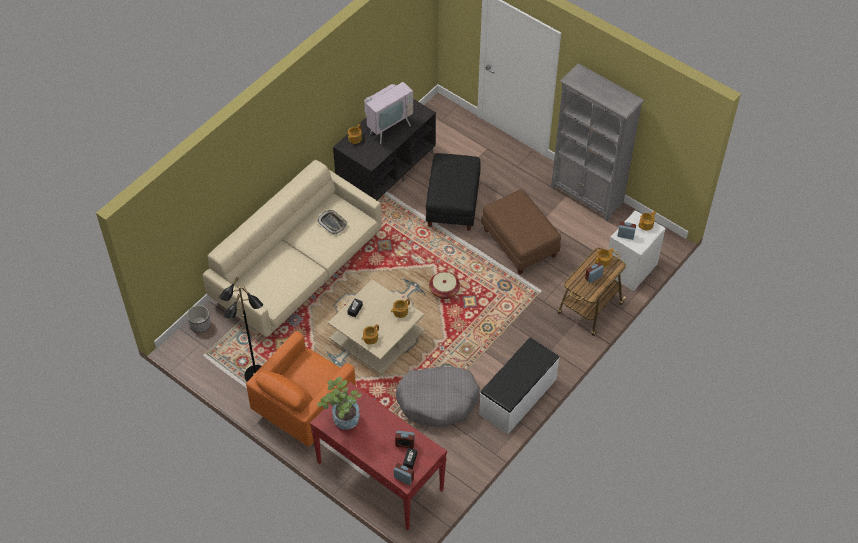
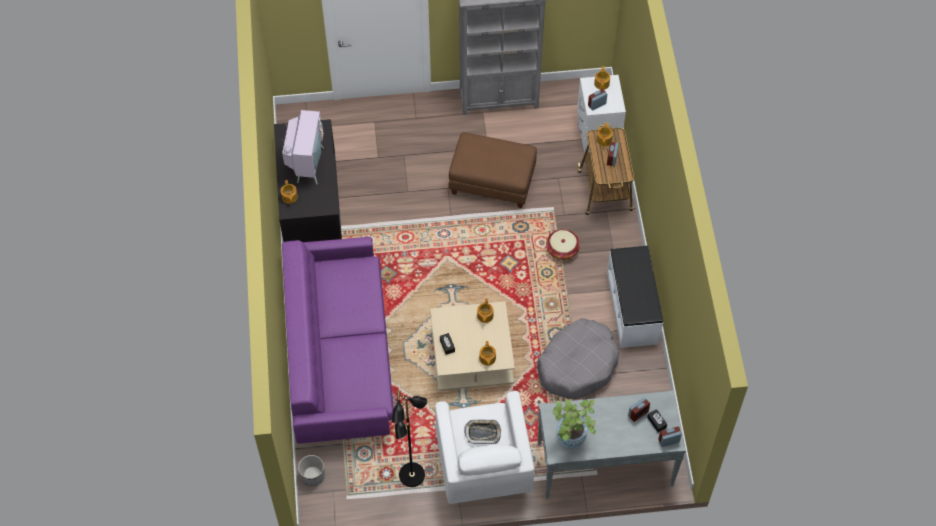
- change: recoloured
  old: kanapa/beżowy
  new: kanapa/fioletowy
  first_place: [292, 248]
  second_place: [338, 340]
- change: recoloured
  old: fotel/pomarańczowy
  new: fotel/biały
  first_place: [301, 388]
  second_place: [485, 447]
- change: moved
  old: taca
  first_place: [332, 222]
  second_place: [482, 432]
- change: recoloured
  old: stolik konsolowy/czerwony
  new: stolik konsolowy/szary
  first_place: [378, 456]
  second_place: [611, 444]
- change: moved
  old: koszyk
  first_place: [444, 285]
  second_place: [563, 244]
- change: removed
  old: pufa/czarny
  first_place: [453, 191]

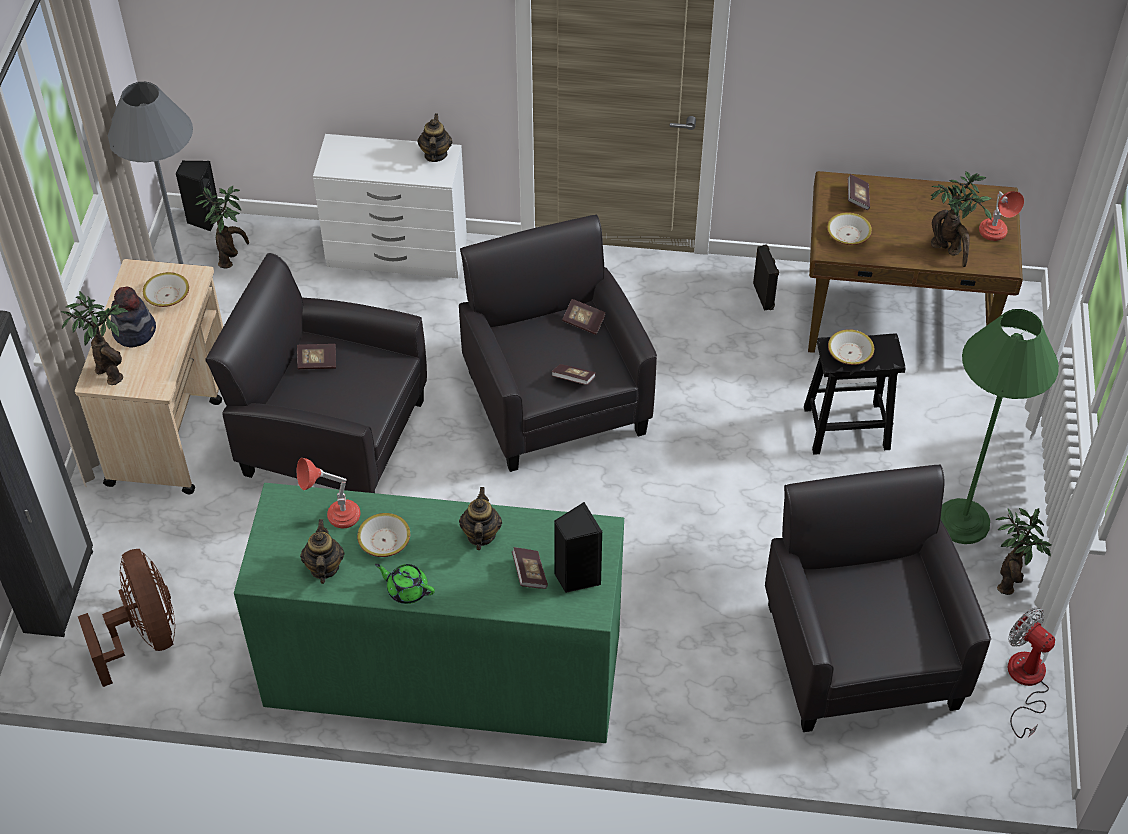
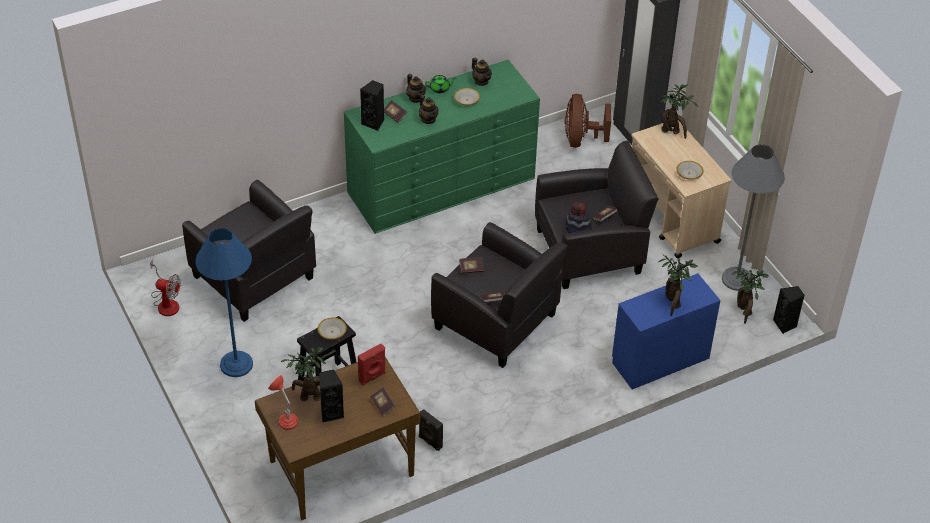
- change: recoloured
  old: lampa stojąca/zielony
  new: lampa stojąca/niebieski
  first_place: [1000, 426]
  second_place: [224, 302]
- change: added
  new: głośnik/czarny
  second_place: [331, 396]
- change: replaced
  old: miska
  new: głośnik/czerwony
  first_place: [849, 228]
  second_place: [372, 364]
- change: moved
  old: imbryk
  first_place: [434, 137]
  second_place: [416, 88]
- change: turned
  old: wentylator/brązowy
  first_place: [126, 618]
  second_place: [588, 121]
  degrees: 60
- change: moved
  old: kapelusz
  first_place: [133, 317]
  second_place: [578, 217]
- change: recoloured
  old: komoda/biały
  new: komoda/niebieski
  first_place: [390, 206]
  second_place: [666, 331]
- change: moved
  old: roślina doniczkowa
  first_place: [1023, 551]
  second_place: [678, 285]
- change: removed
  old: lampa stołowa/czerwony
  first_place: [329, 493]

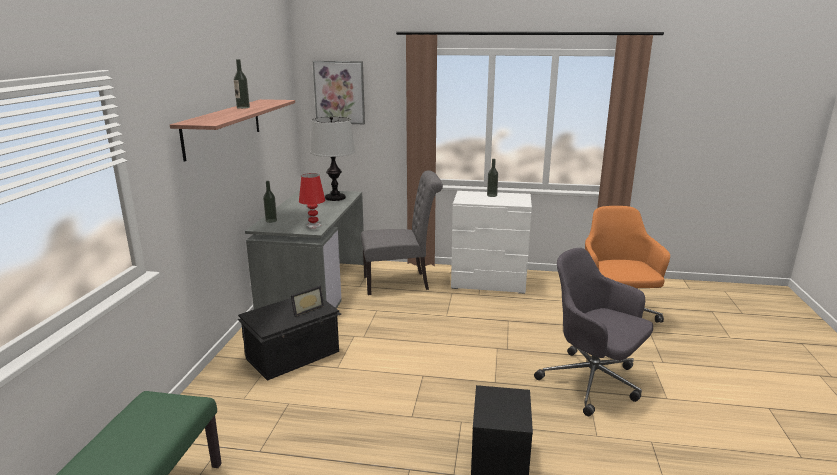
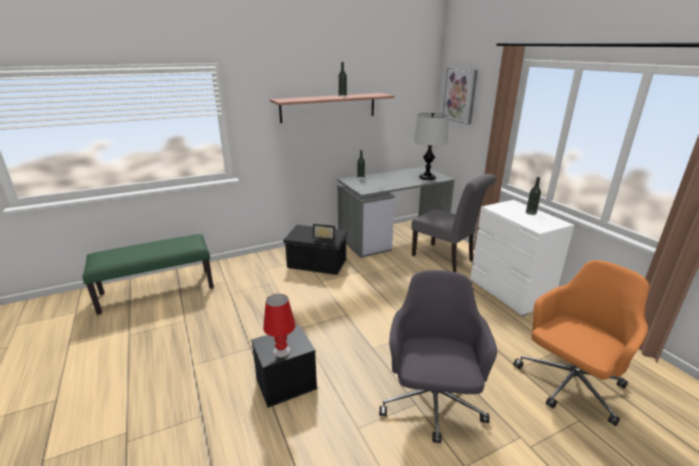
- change: moved
  old: lampa stołowa/czerwony
  first_place: [312, 200]
  second_place: [279, 326]

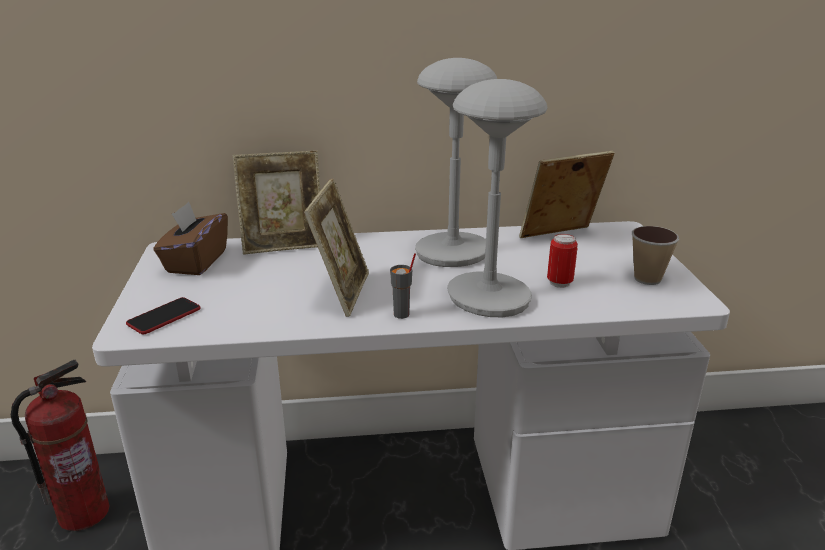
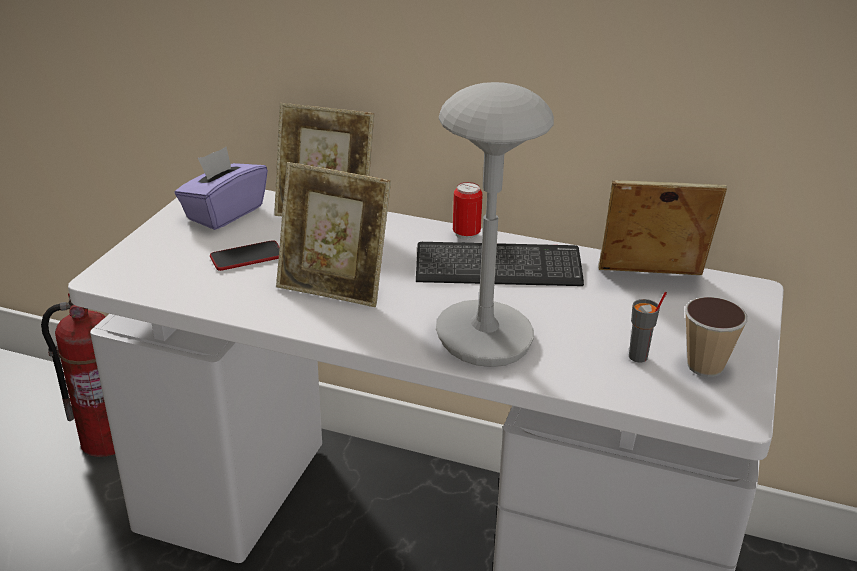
- change: recoloured
  old: pudełko chusteczek/brązowy
  new: pudełko chusteczek/fioletowy
  first_place: [190, 238]
  second_place: [221, 188]
- change: moved
  old: telefon
  first_place: [163, 315]
  second_place: [245, 255]
- change: turned
  old: ramka na zdjęcie
  first_place: [336, 247]
  second_place: [333, 234]
  degrees: 75
- change: replaced
  old: lampa stołowa/szary
  new: klawiatura
  first_place: [456, 162]
  second_place: [500, 264]
- change: moved
  old: puszka
  first_place: [562, 261]
  second_place: [467, 211]
- change: moved
  old: filiżanka/szary
  first_place: [403, 286]
  second_place: [648, 327]

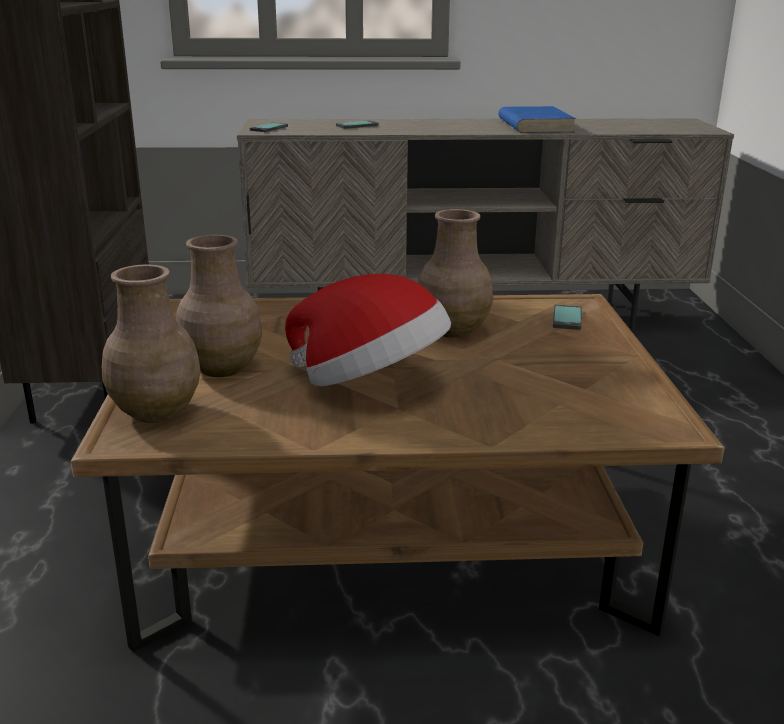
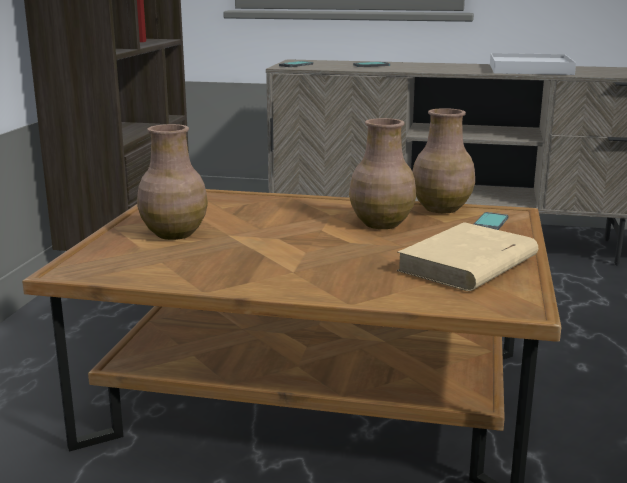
- change: added
  new: książka/beżowy
  second_place: [467, 256]
- change: moved
  old: wazon/brązowy
  first_place: [151, 344]
  second_place: [443, 160]
- change: replaced
  old: książka/niebieski
  new: taca/biały
  first_place: [537, 119]
  second_place: [533, 64]
- change: removed
  old: kapelusz
  first_place: [368, 330]

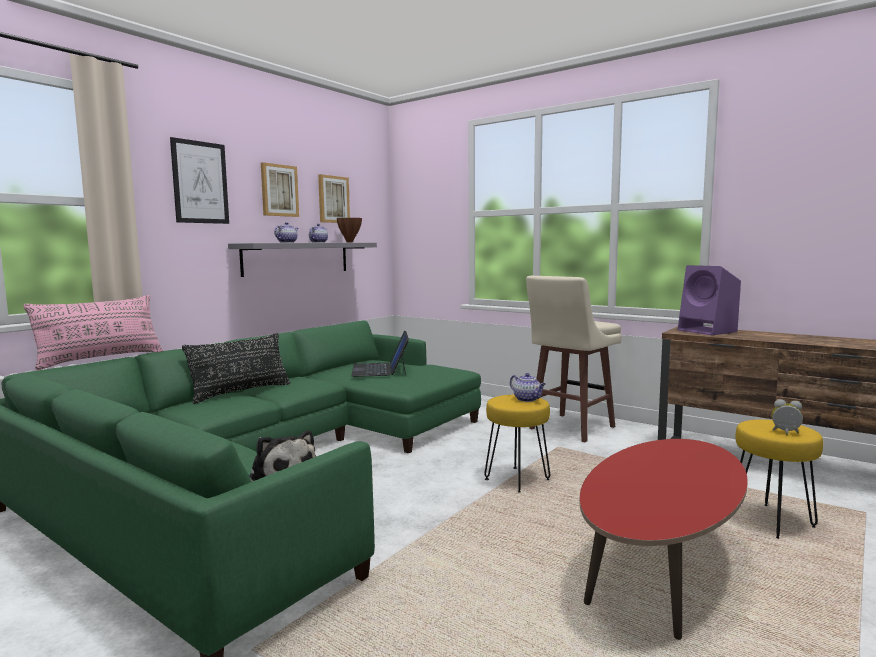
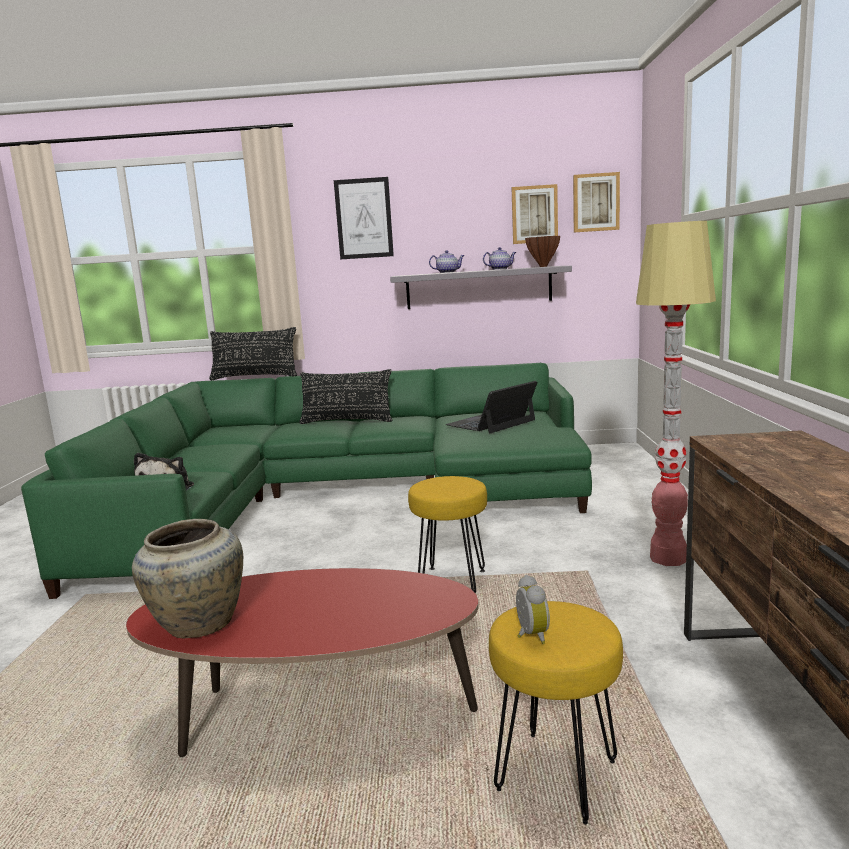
- change: added
  new: wazon/beżowy
  second_place: [187, 579]
- change: recoloured
  old: poduszka/różowy
  new: poduszka/czarny
  first_place: [93, 332]
  second_place: [253, 353]
- change: moved
  old: obraz
  first_place: [280, 189]
  second_place: [596, 202]
- change: replaced
  old: stołek/beżowy
  new: lampa stojąca
  first_place: [574, 359]
  second_place: [676, 393]
- change: removed
  old: imbryk
  first_place: [528, 387]
- change: removed
  old: głośnik/fioletowy
  first_place: [709, 300]

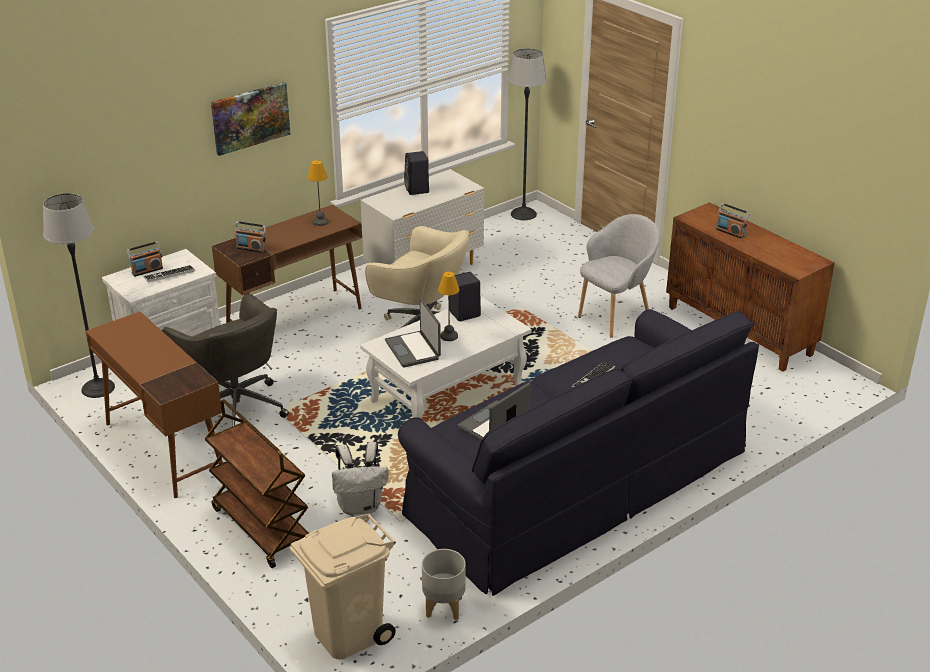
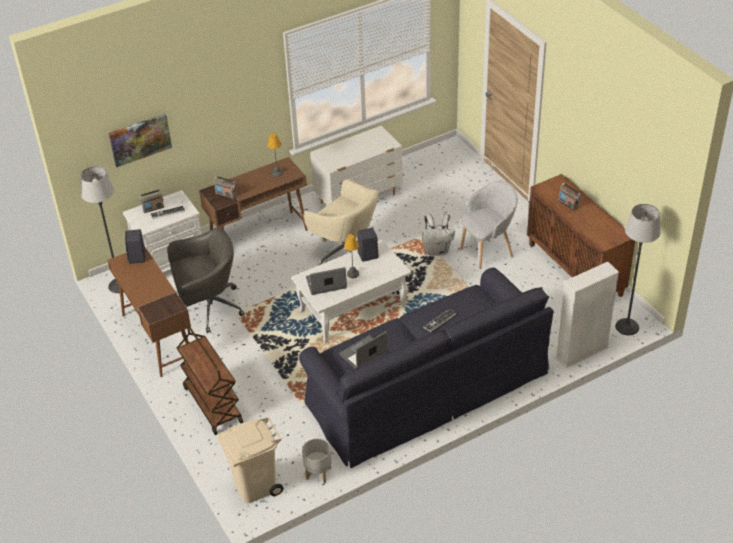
- change: moved
  old: obraz
  first_place: [250, 119]
  second_place: [140, 140]
- change: moved
  old: głośnik/czarny
  first_place: [416, 173]
  second_place: [135, 246]
- change: turned
  old: krzesło biurowe/szary
  first_place: [225, 360]
  second_place: [206, 280]
  degrees: -75
- change: turned
  old: laptop
  first_place: [413, 333]
  second_place: [326, 281]
  degrees: 90
- change: moved
  old: plecak/biały
  first_place: [360, 478]
  second_place: [438, 235]
- change: added
  new: regał/biały
  second_place: [587, 315]
- change: moved
  old: lampa stojąca
  first_place: [527, 134]
  second_place: [638, 269]

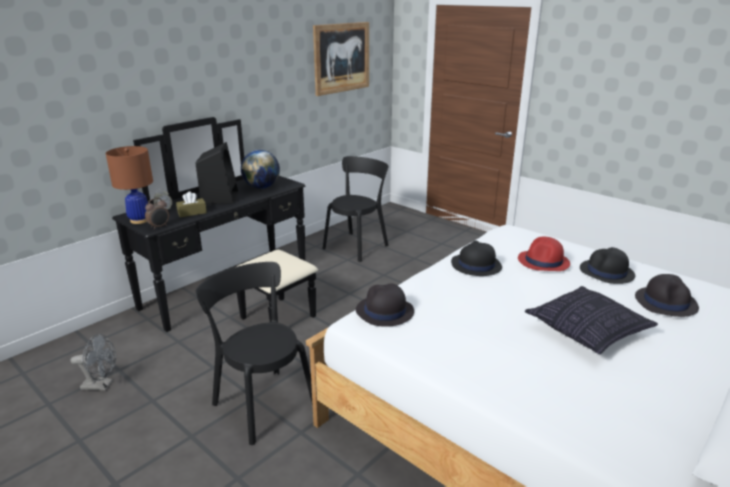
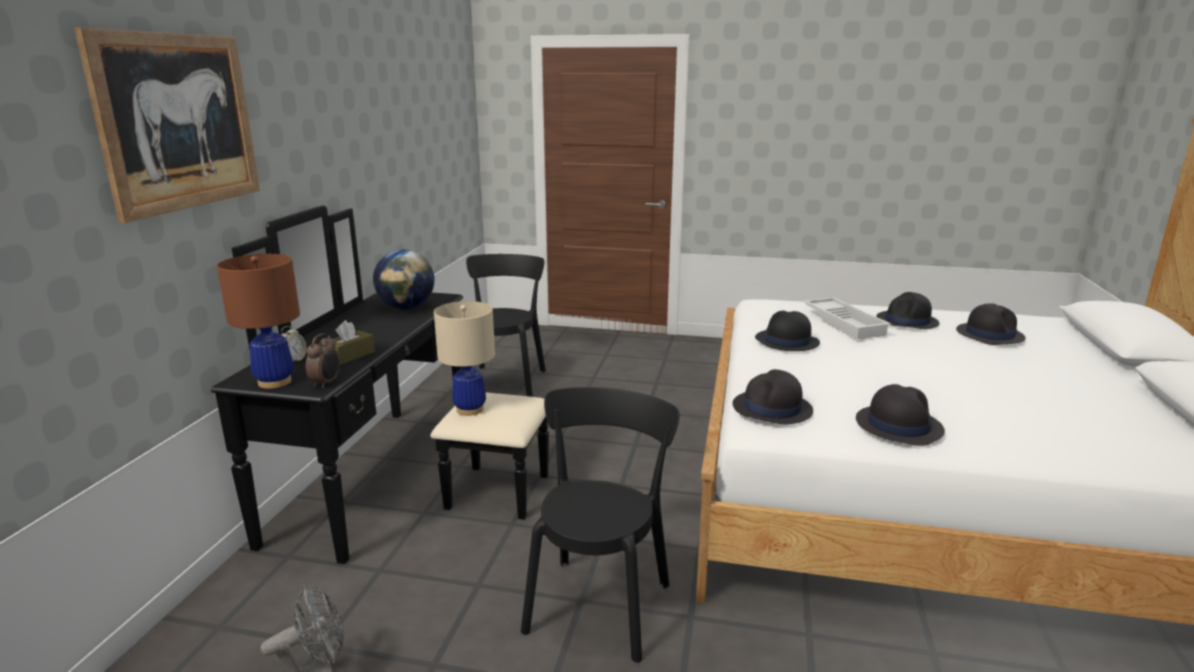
- change: moved
  old: obraz
  first_place: [341, 59]
  second_place: [167, 125]
- change: added
  new: lampa stołowa/beżowy
  second_place: [464, 358]
- change: turned
  old: krzesło/czarny
  first_place: [254, 353]
  second_place: [600, 525]
  degrees: 90
- change: replaced
  old: kapelusz/czerwony
  new: taca/biały
  first_place: [544, 254]
  second_place: [847, 318]
- change: added
  new: kapelusz/czarny
  second_place: [900, 415]
- change: removed
  old: głośnik/czarny
  first_place: [217, 173]
- change: removed
  old: poduszka
  first_place: [591, 320]

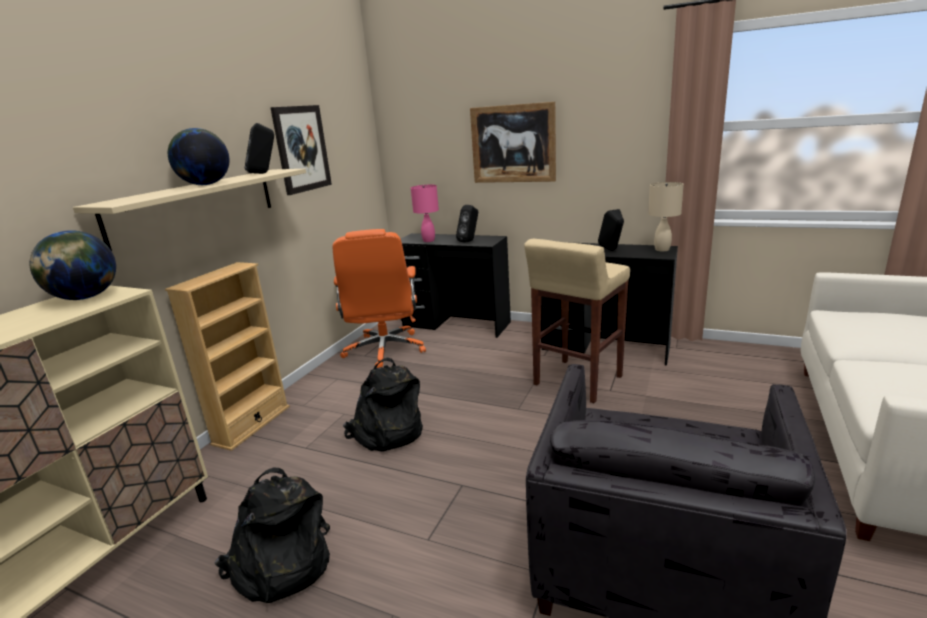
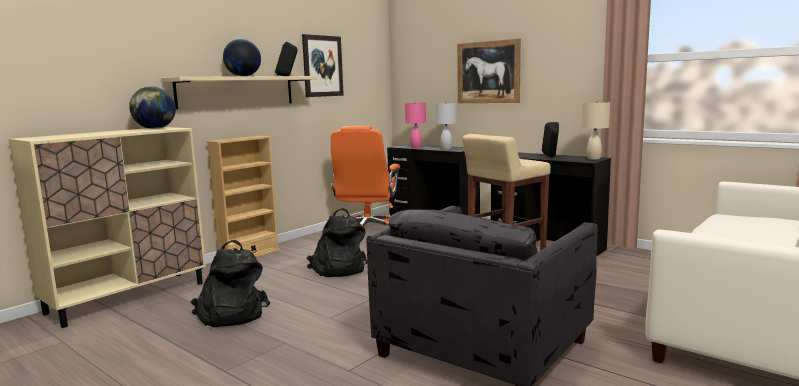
- change: replaced
  old: głośnik/czarny
  new: lampa stołowa/biały
  first_place: [467, 224]
  second_place: [446, 126]

